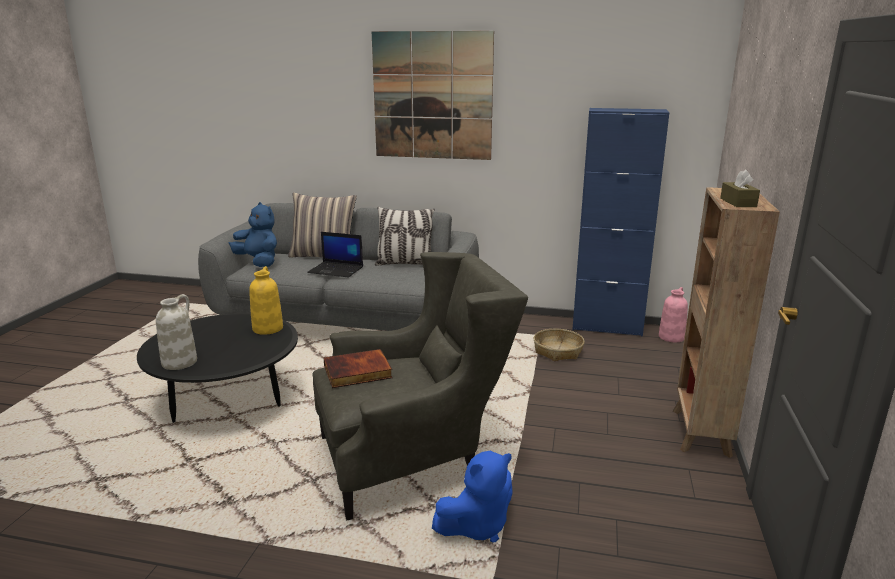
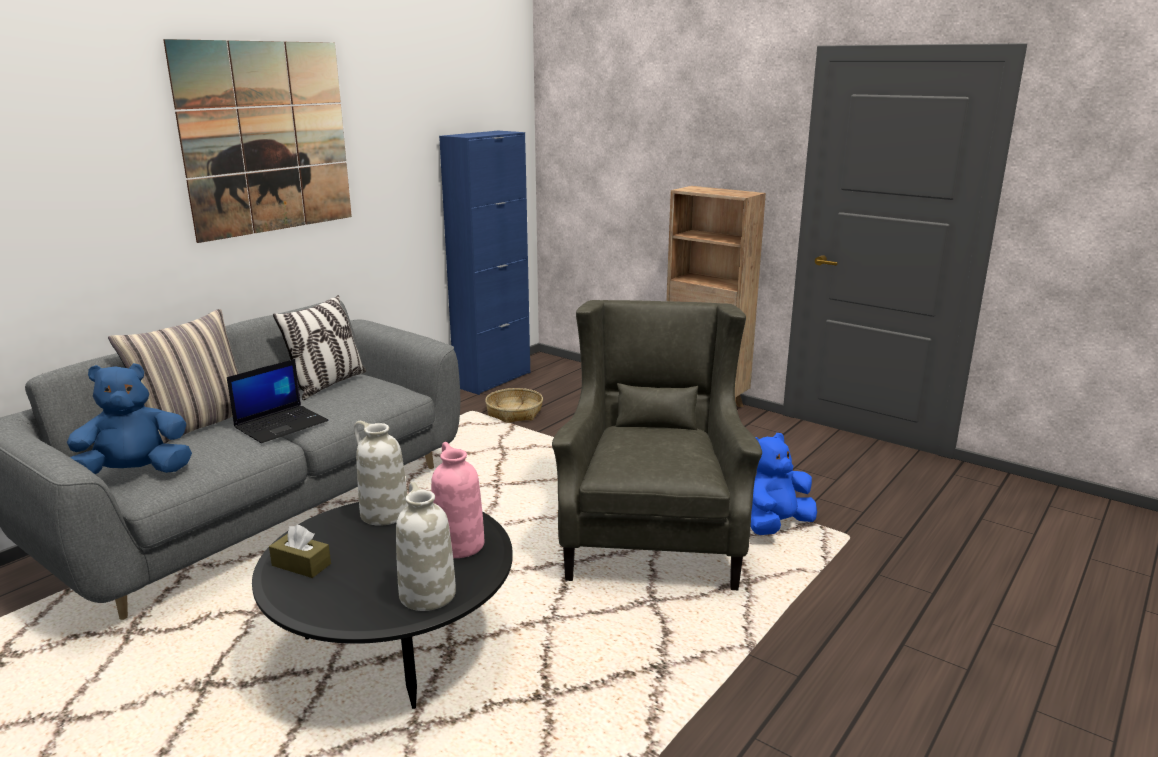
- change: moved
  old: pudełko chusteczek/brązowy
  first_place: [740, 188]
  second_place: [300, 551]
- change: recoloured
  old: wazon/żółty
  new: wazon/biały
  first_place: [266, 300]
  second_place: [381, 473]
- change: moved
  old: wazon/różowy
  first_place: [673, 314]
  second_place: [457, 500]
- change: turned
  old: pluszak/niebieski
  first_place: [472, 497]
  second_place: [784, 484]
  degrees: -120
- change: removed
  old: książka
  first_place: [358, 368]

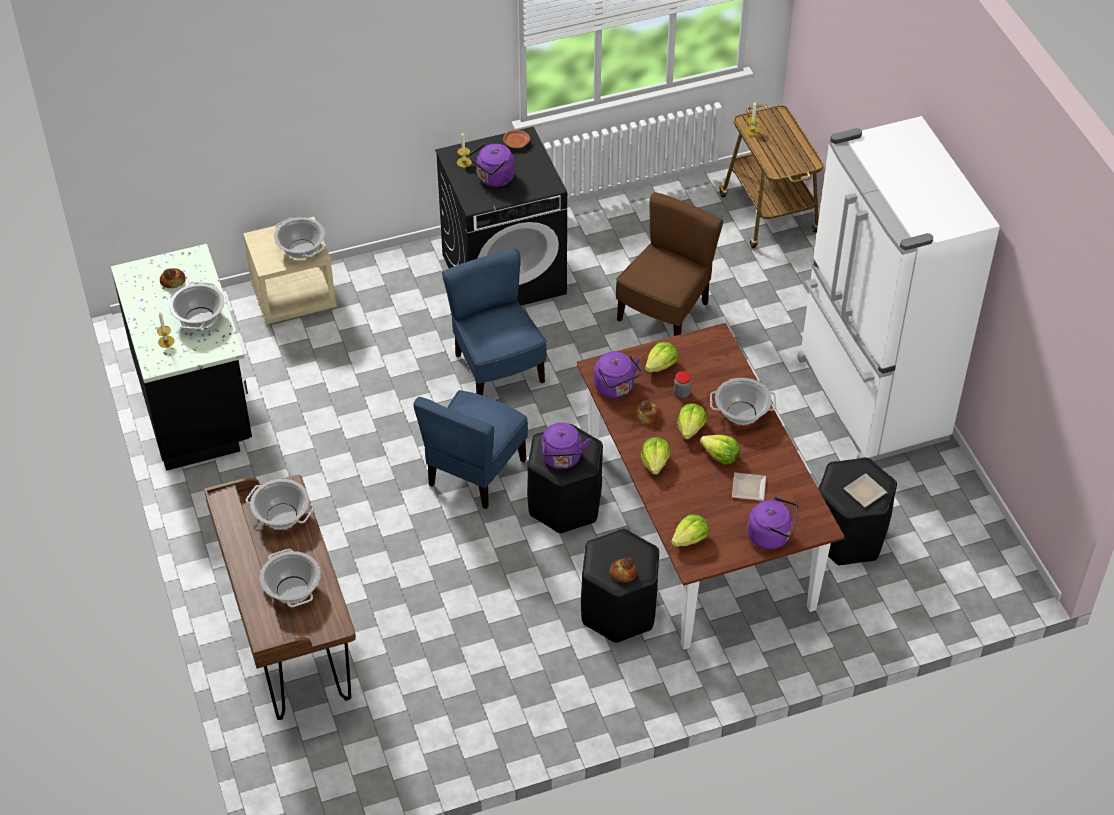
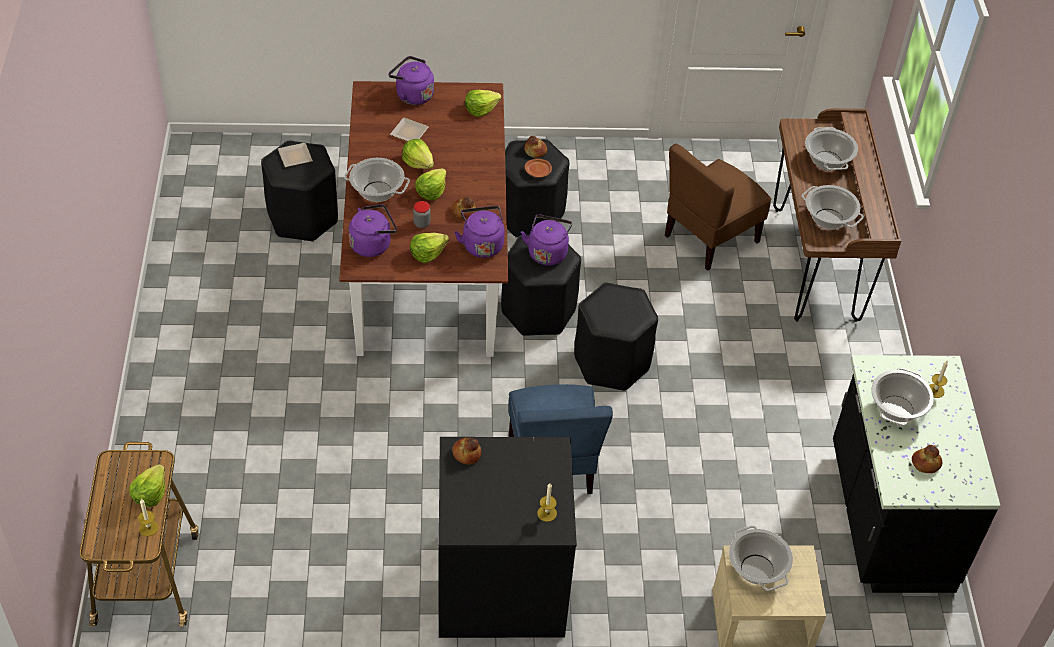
- change: moved
  old: sałata
  first_place: [655, 456]
  second_place: [147, 485]
- change: moved
  old: czajnik/fioletowy
  first_place: [491, 165]
  second_place: [373, 230]
- change: added
  new: chleb
  second_place: [466, 451]
- change: moved
  old: talerz/brązowy
  first_place: [516, 139]
  second_place: [538, 168]
- change: replaced
  old: krzesło/niebieski
  new: stołek/czarny
  first_place: [470, 449]
  second_place: [616, 337]
- change: moved
  old: krzesło/brązowy
  first_place: [669, 264]
  second_place: [718, 207]
- change: removed
  old: lodówka/biały
  first_place: [898, 288]

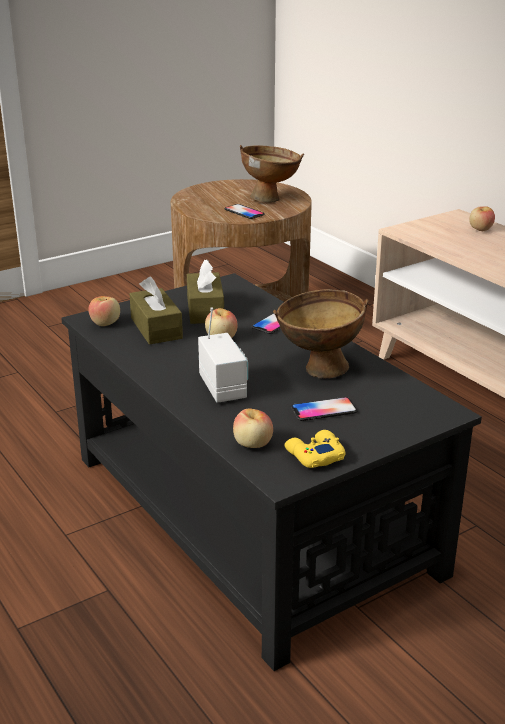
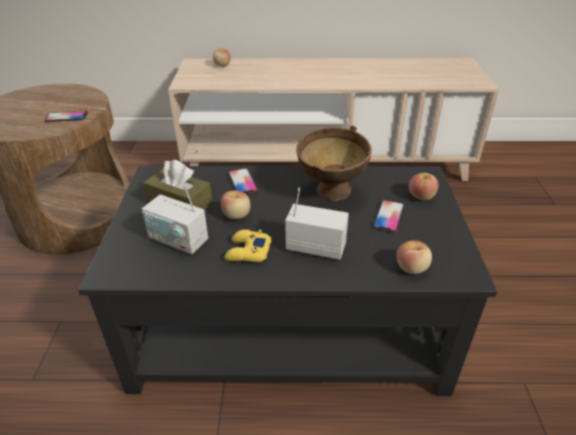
- change: replaced
  old: pudełko chusteczek/brązowy
  new: radio
  first_place: [156, 310]
  second_place: [175, 219]
- change: moved
  old: pad do gier/żółty
  first_place: [315, 449]
  second_place: [248, 246]
- change: moved
  old: jabłko
  first_place: [104, 311]
  second_place: [423, 187]
- change: removed
  old: miska/brązowy
  first_place: [272, 174]

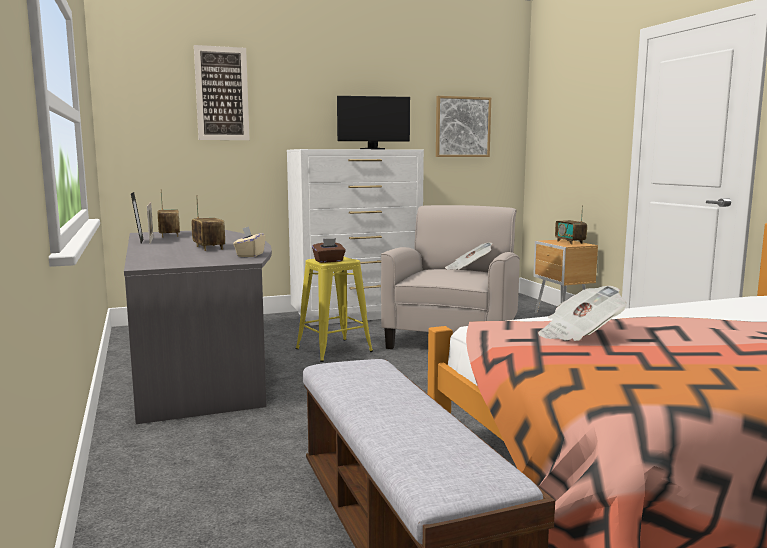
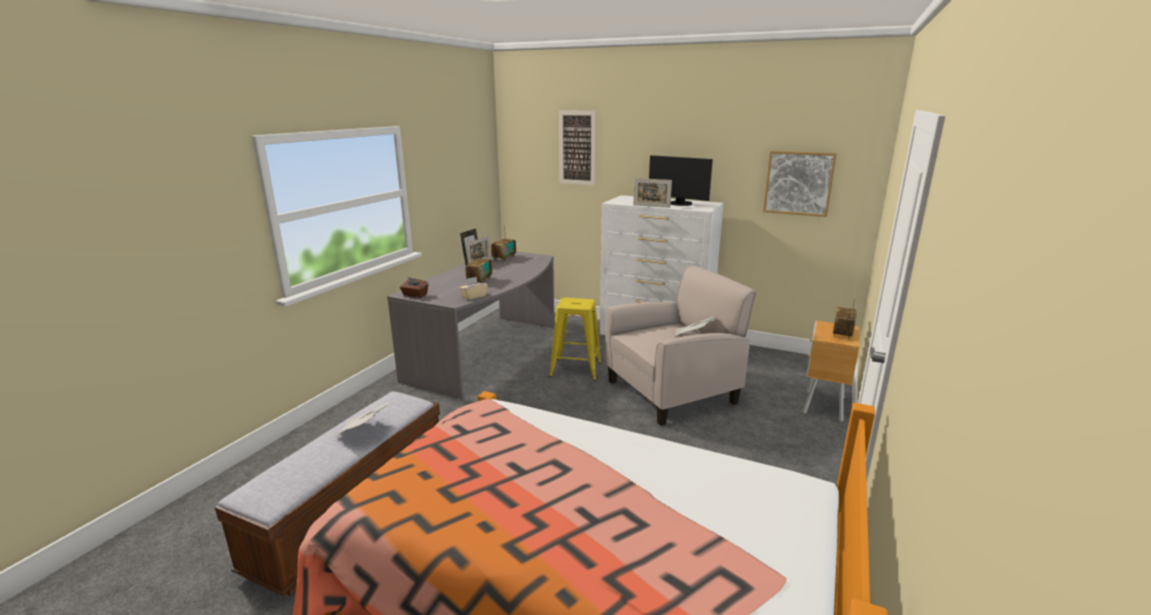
- change: moved
  old: gazeta
  first_place: [582, 313]
  second_place: [363, 417]
- change: moved
  old: pudełko chusteczek/brązowy
  first_place: [329, 250]
  second_place: [414, 287]
- change: added
  new: ramka na zdjęcie
  second_place: [652, 193]

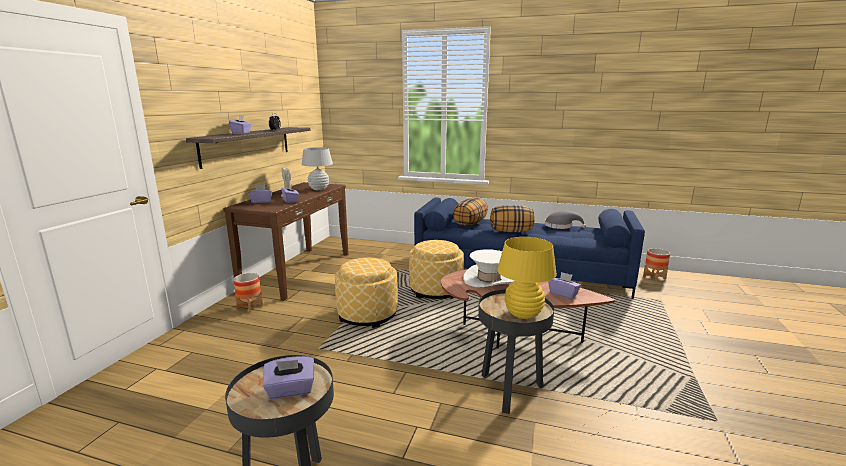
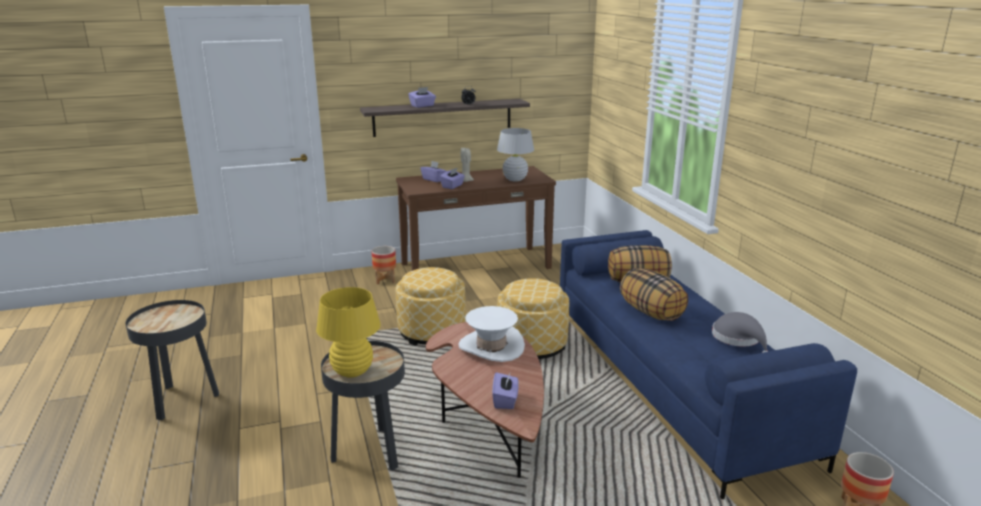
- change: removed
  old: pudełko chusteczek/fioletowy
  first_place: [288, 377]

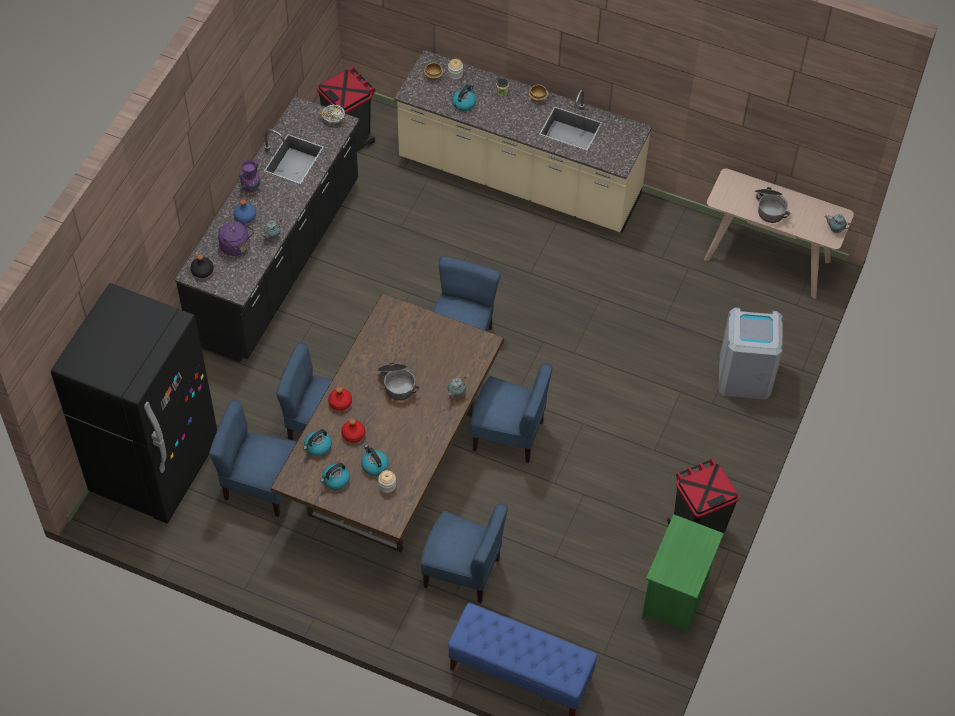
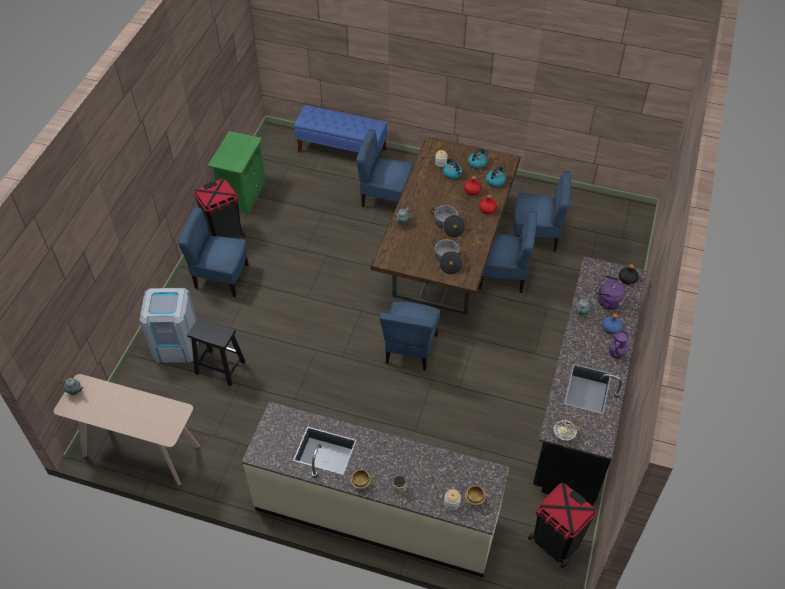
- change: moved
  old: krzesło/niebieski
  first_place: [512, 413]
  second_place: [213, 252]
- change: added
  new: stołek/czarny
  second_place: [216, 352]
- change: moved
  old: garnek
  first_place: [772, 205]
  second_place: [447, 257]
- change: removed
  old: lodówka/czarny
  first_place: [134, 403]
- change: removed
  old: czajnik
  first_place: [464, 97]

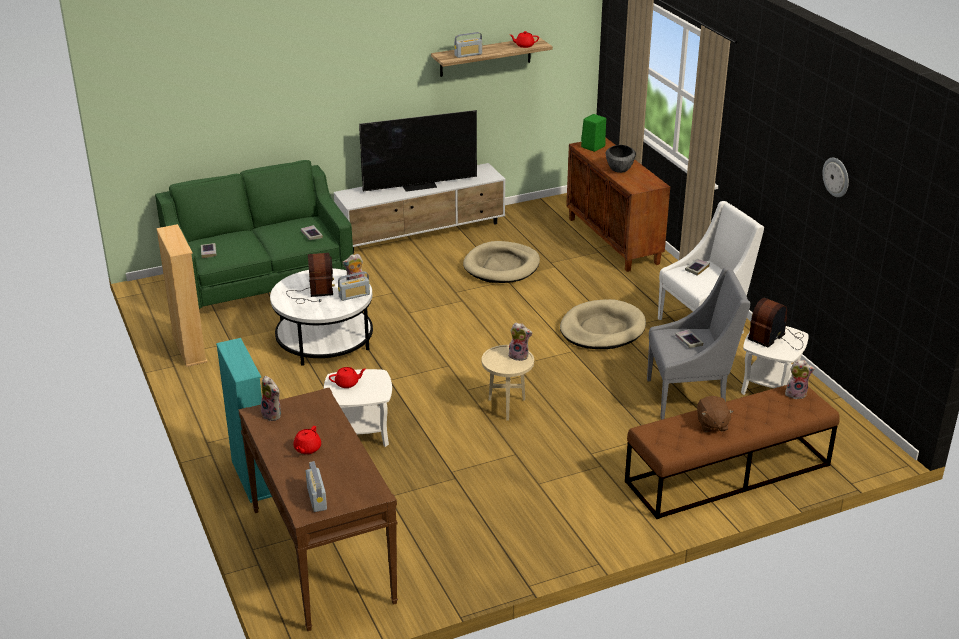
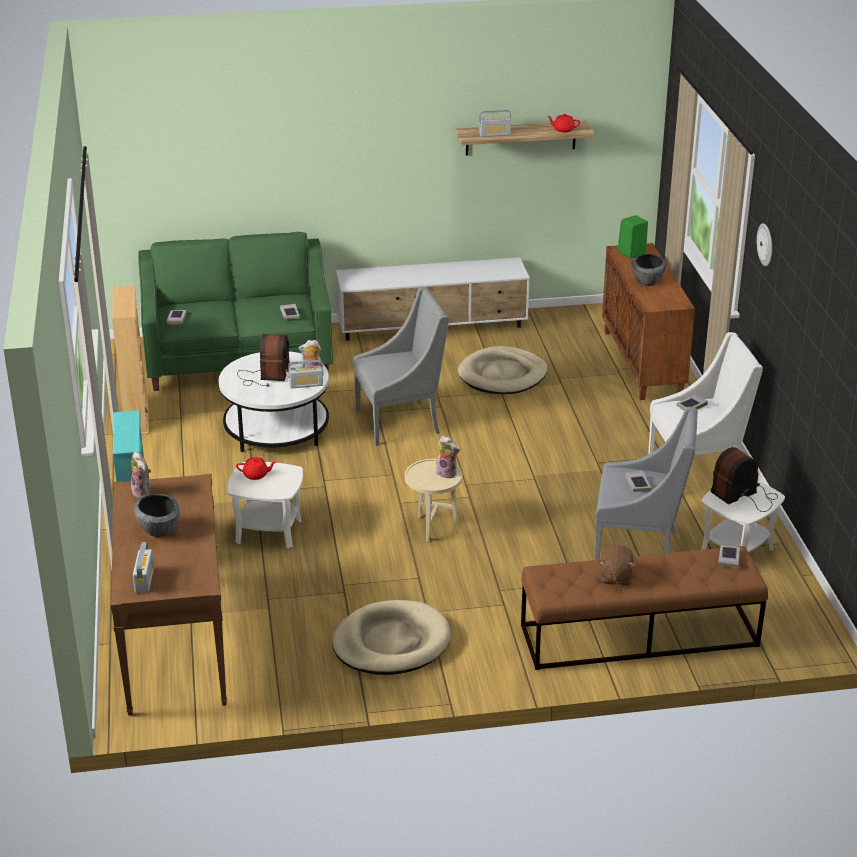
- change: replaced
  old: imbryk/czerwony
  new: miska
  first_place: [307, 440]
  second_place: [157, 515]
- change: moved
  old: legowisko/beżowy
  first_place: [603, 324]
  second_place: [391, 637]
- change: added
  new: fotel/szary
  second_place: [401, 366]
- change: replaced
  old: pluszak
  new: książka
  first_place: [800, 379]
  second_place: [729, 556]
- change: moved
  old: zegar ścienny
  first_place: [835, 177]
  second_place: [764, 244]
- change: removed
  old: telewizor
  first_place: [418, 151]

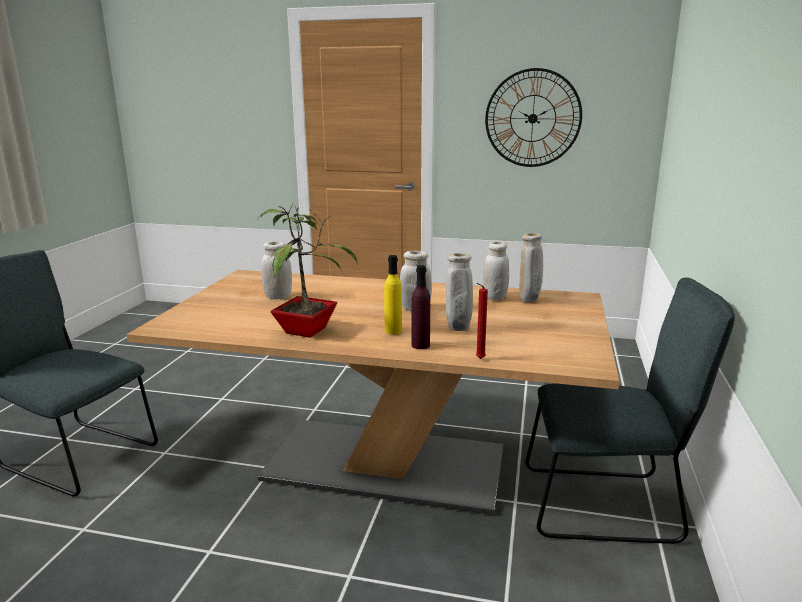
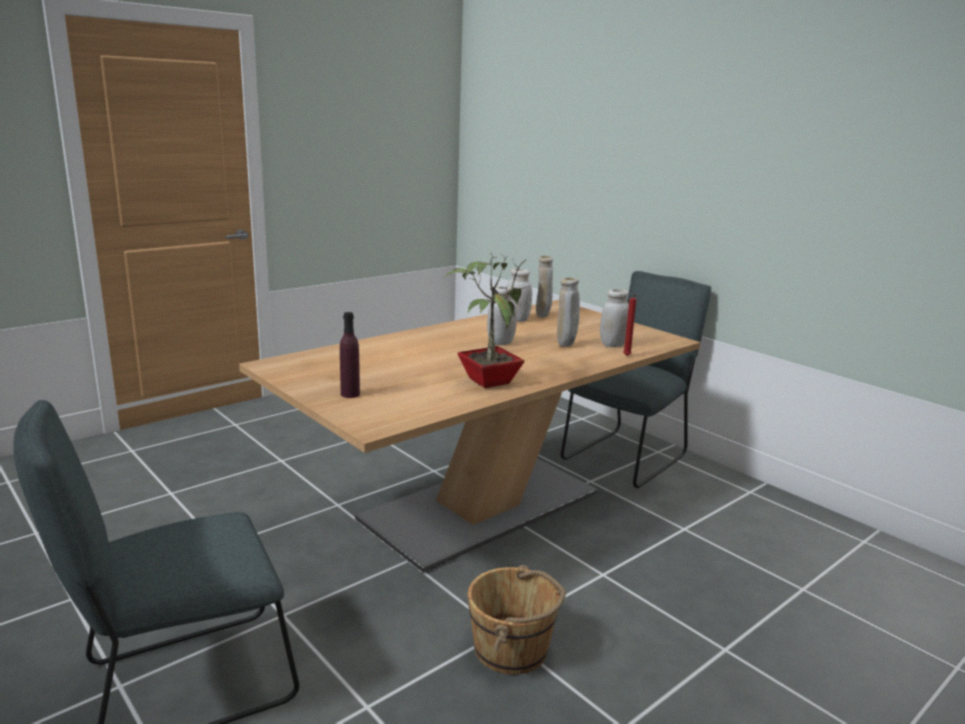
- change: moved
  old: butelka/fioletowy
  first_place: [421, 307]
  second_place: [350, 355]
- change: added
  new: wiadro/brązowy
  second_place: [517, 620]
- change: moved
  old: słoik/biały
  first_place: [276, 270]
  second_place: [614, 318]
- change: removed
  old: butelka/żółty
  first_place: [393, 295]
- change: removed
  old: zegar ścienny
  first_place: [533, 117]

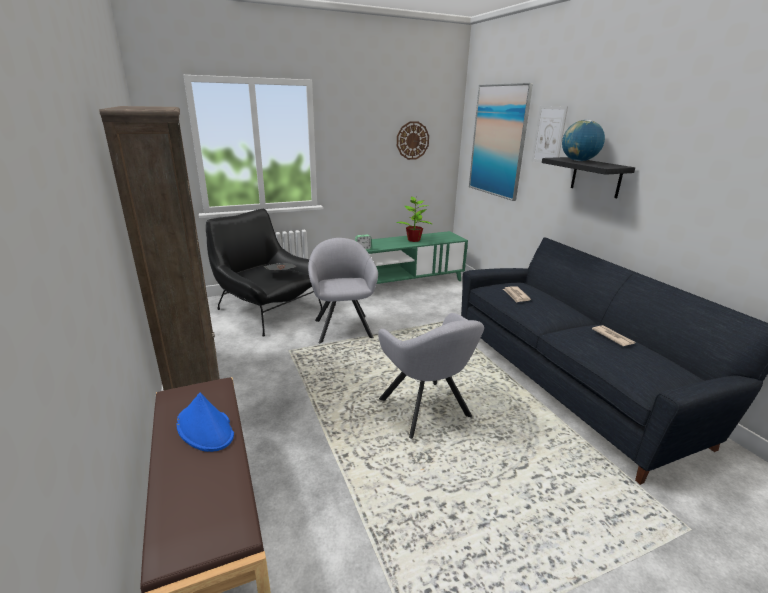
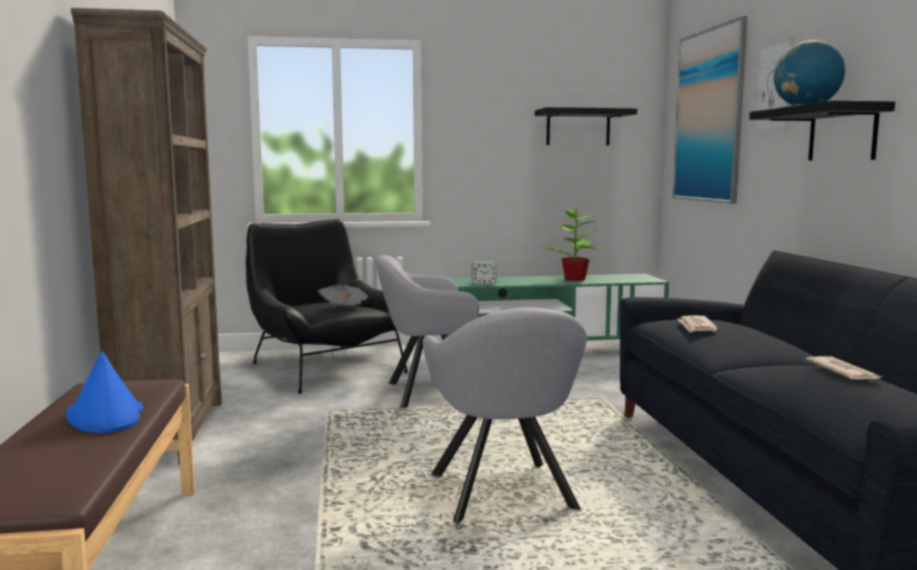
- change: turned
  old: fotel/szary
  first_place: [343, 290]
  second_place: [427, 331]
  degrees: -105
- change: replaced
  old: zegar ścienny
  new: półka/czarny
  first_place: [413, 141]
  second_place: [586, 126]

